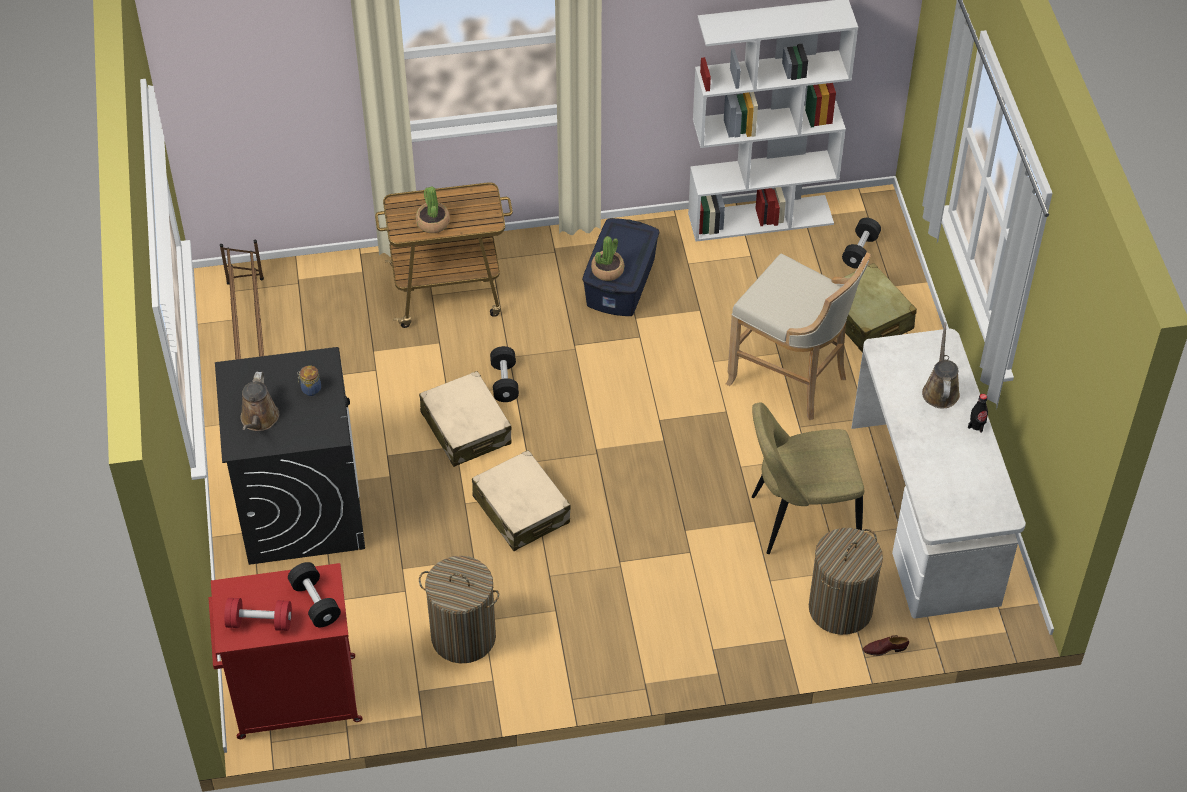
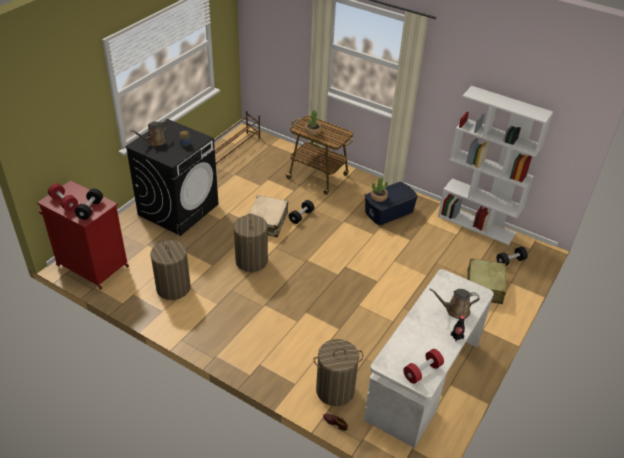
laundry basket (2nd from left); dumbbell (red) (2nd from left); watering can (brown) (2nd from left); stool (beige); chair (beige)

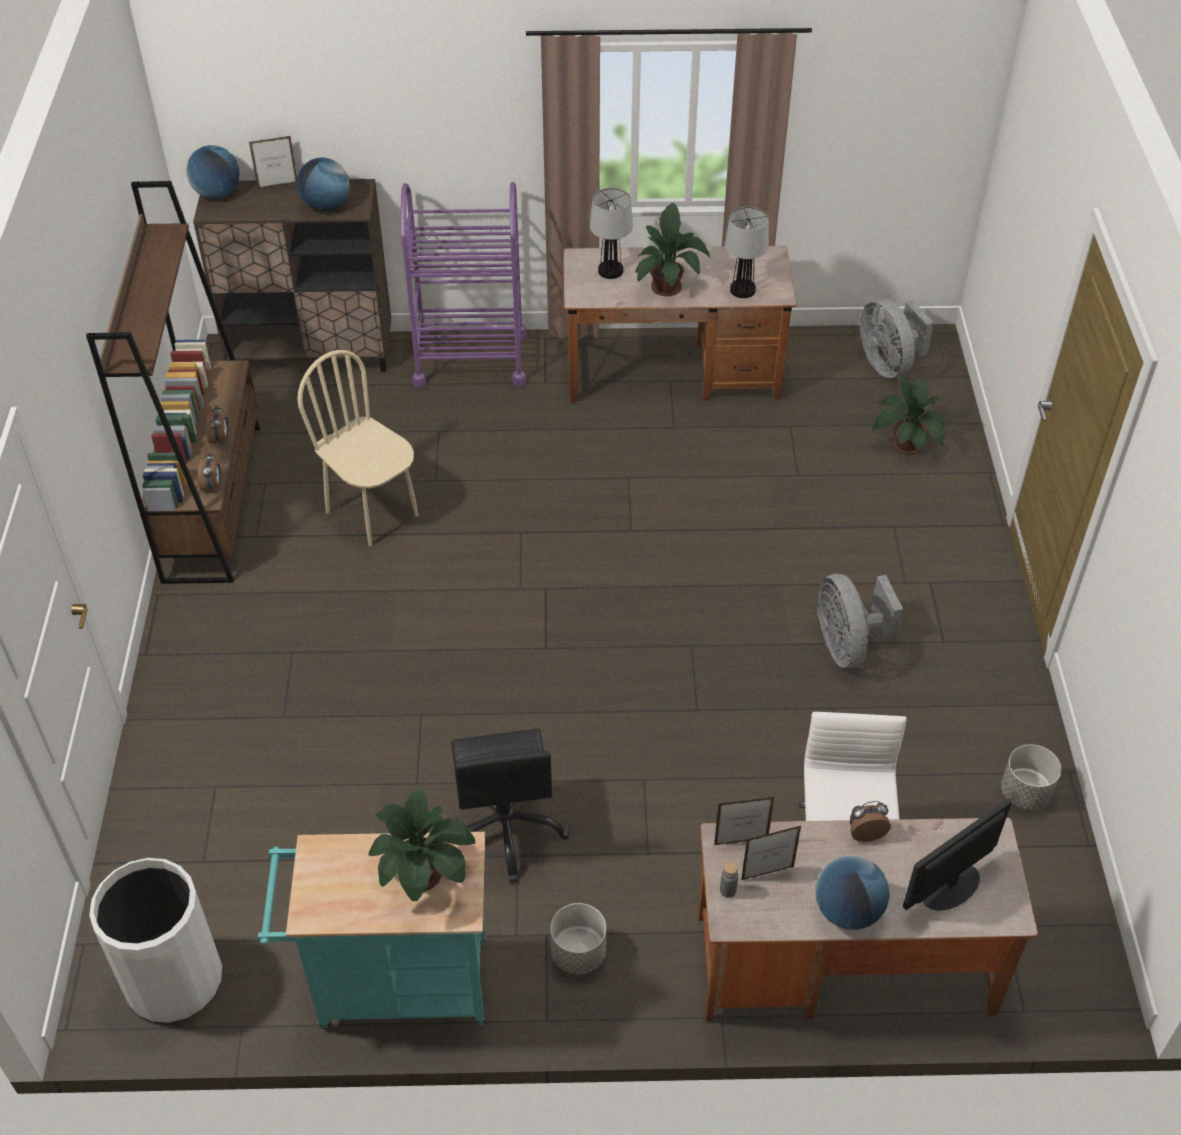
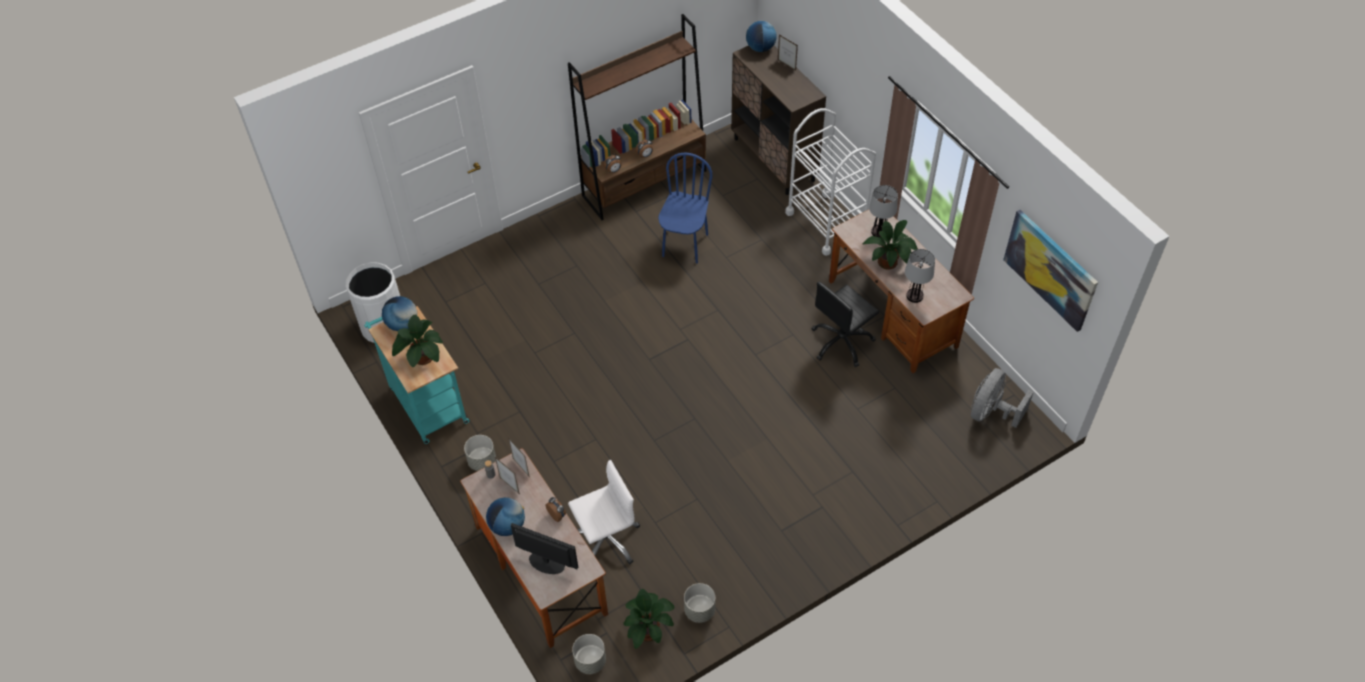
globe (1st from left); planter (grey) (2nd from left); potted plant (2nd from left); chair (blue); cart (white); office chair (black); picture; fan (grey) (1st from left in the first image)

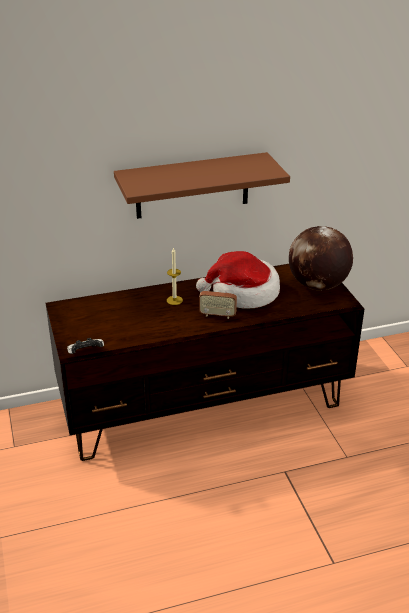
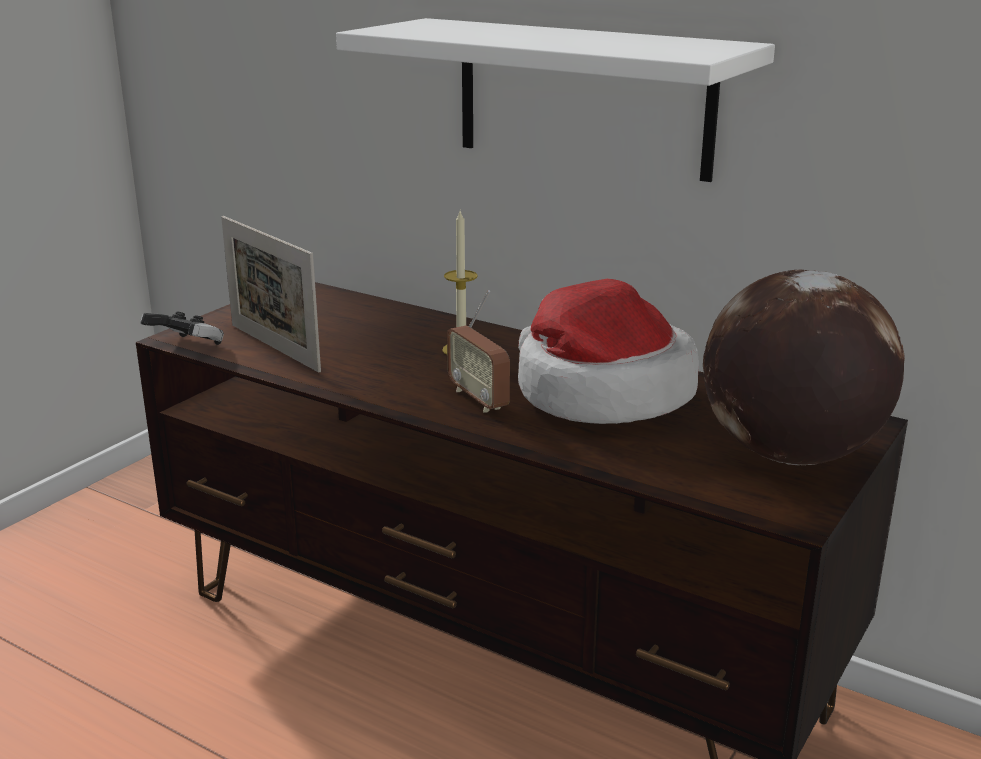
picture frame; shelf (white)

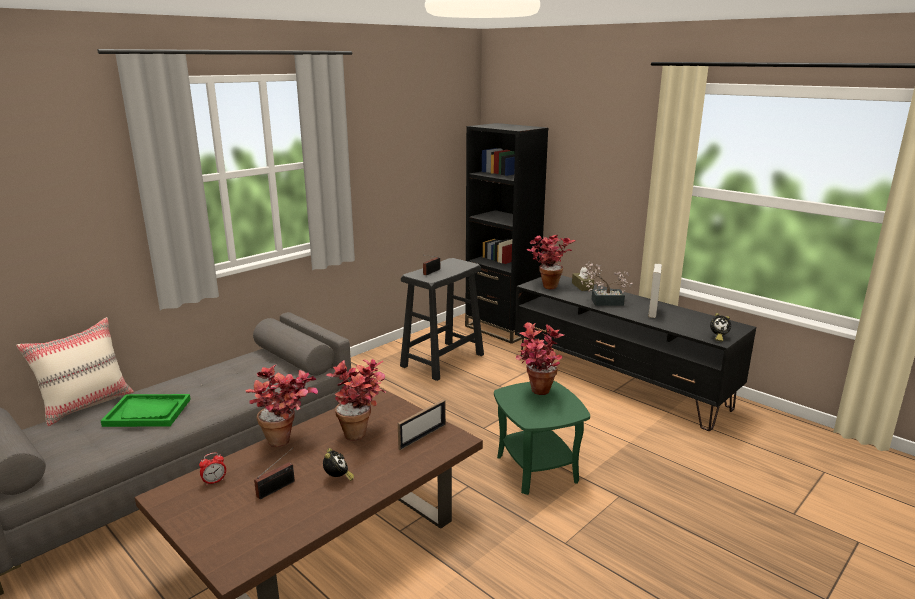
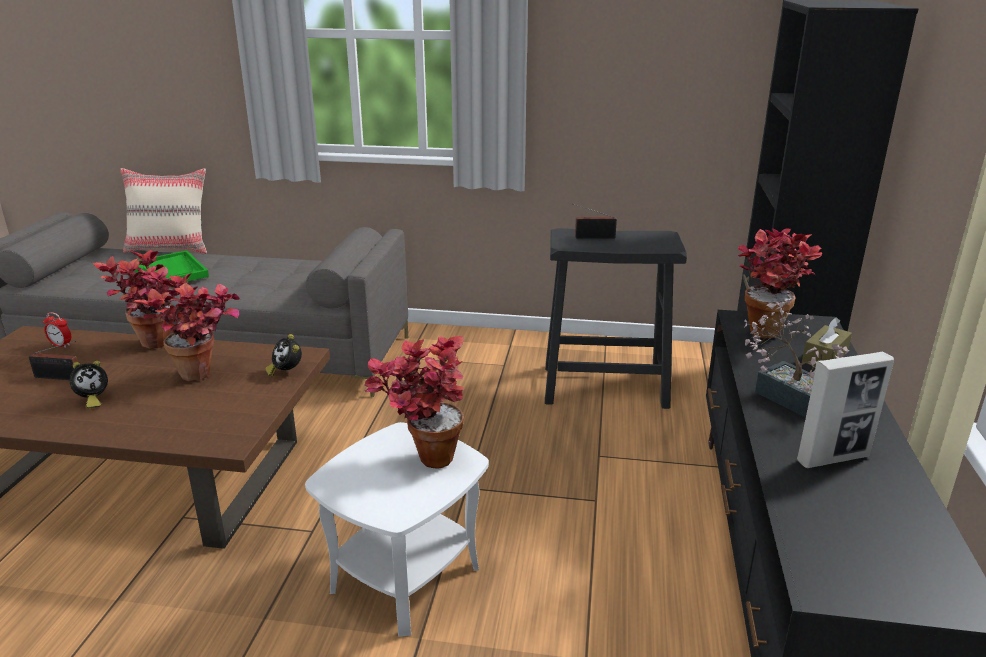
alarm clock (3rd from left); side table (white); picture frame (1st from left in the first image)

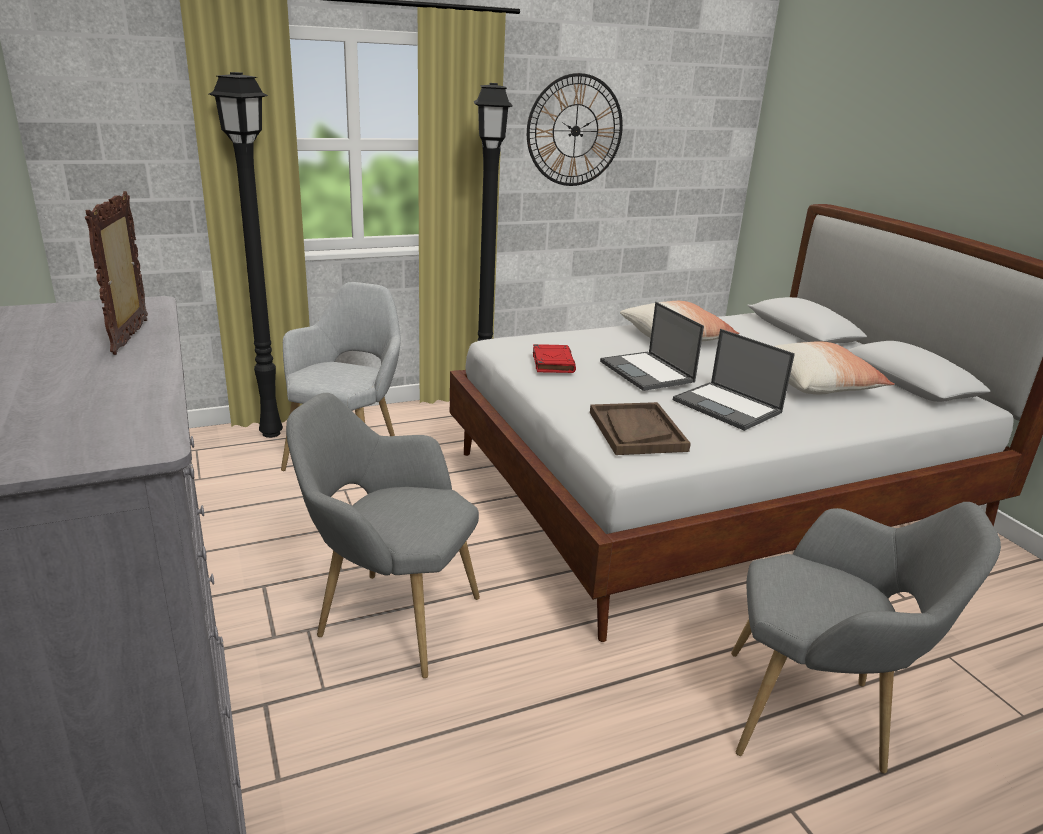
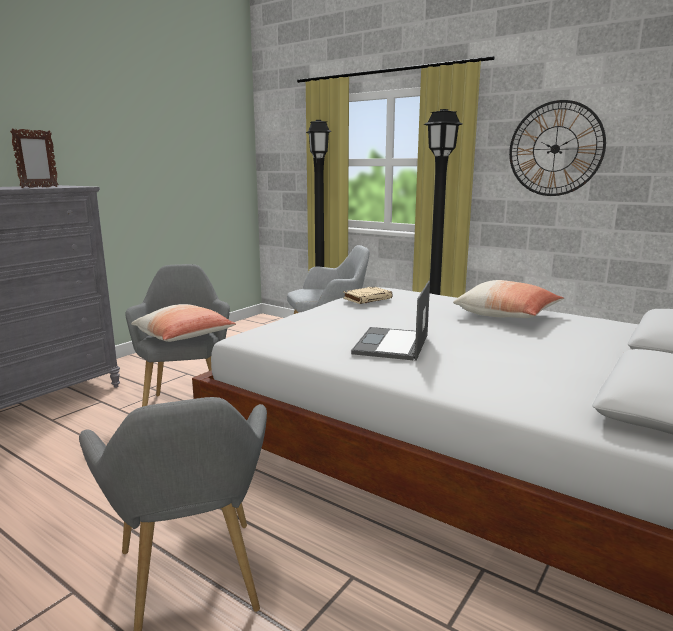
picture frame; pillow (1st from left); book (beige); tray (brown); laptop (1st from left in the first image)

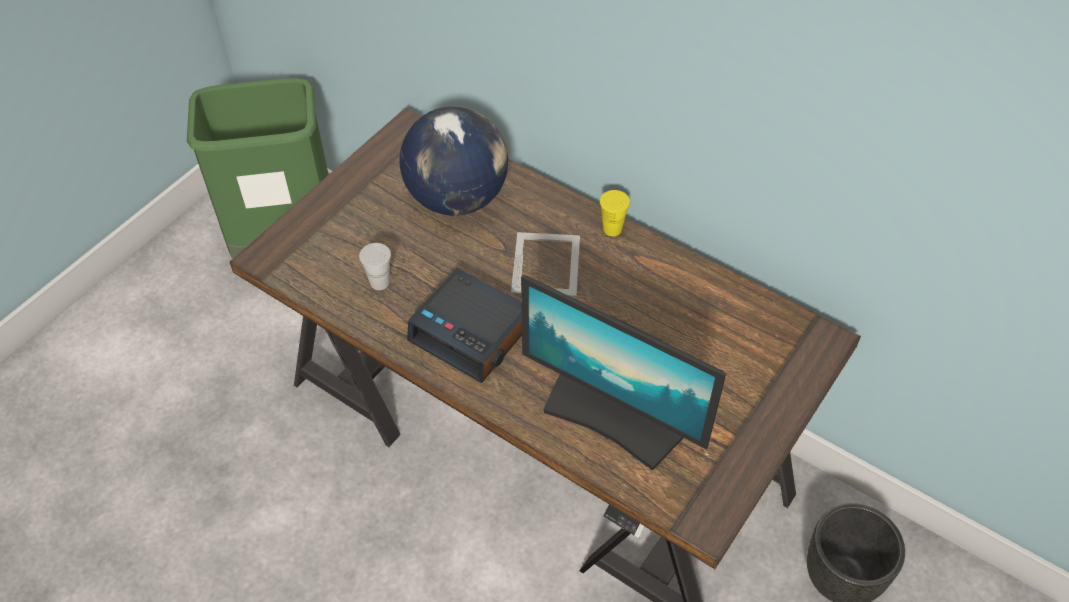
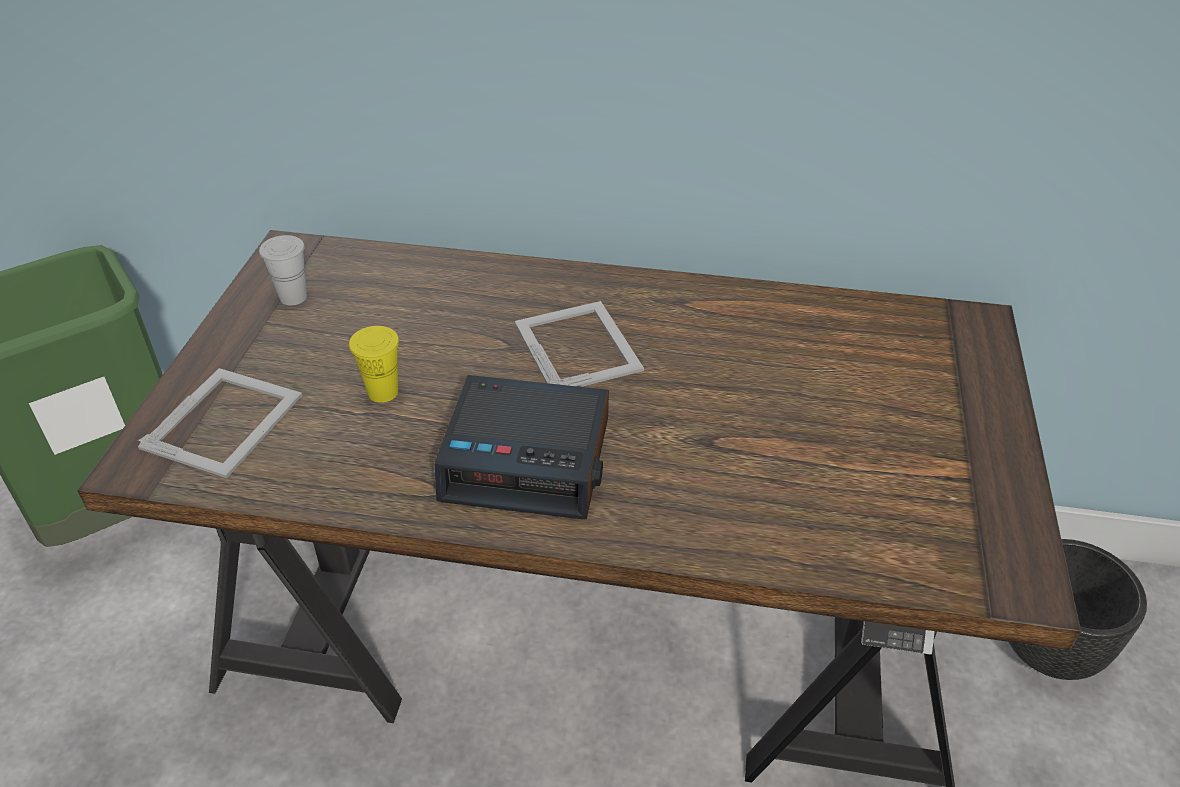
picture frame (1st from left); cup (white); cup (yellow); globe; monitor

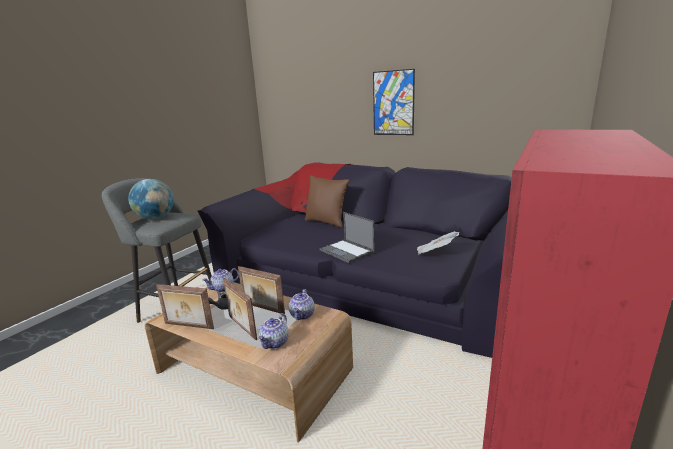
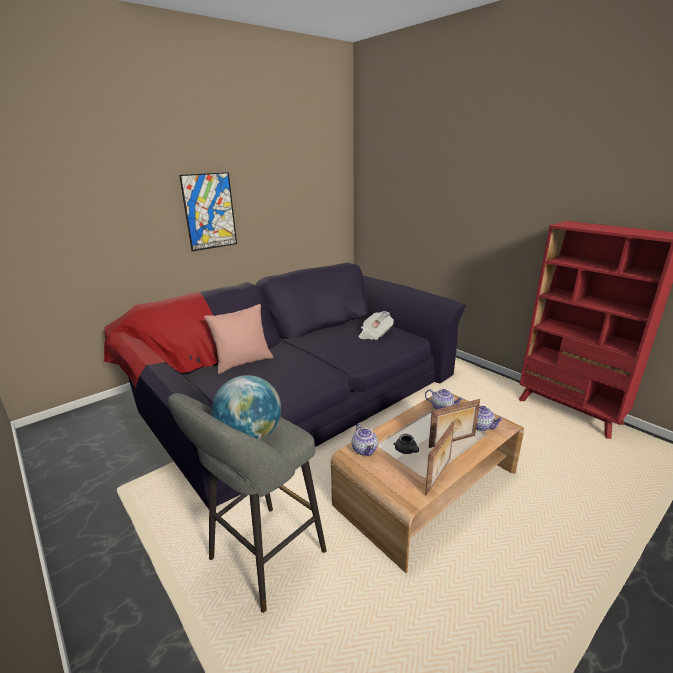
pillow (pink); picture frame (3rd from left in the first image); laptop

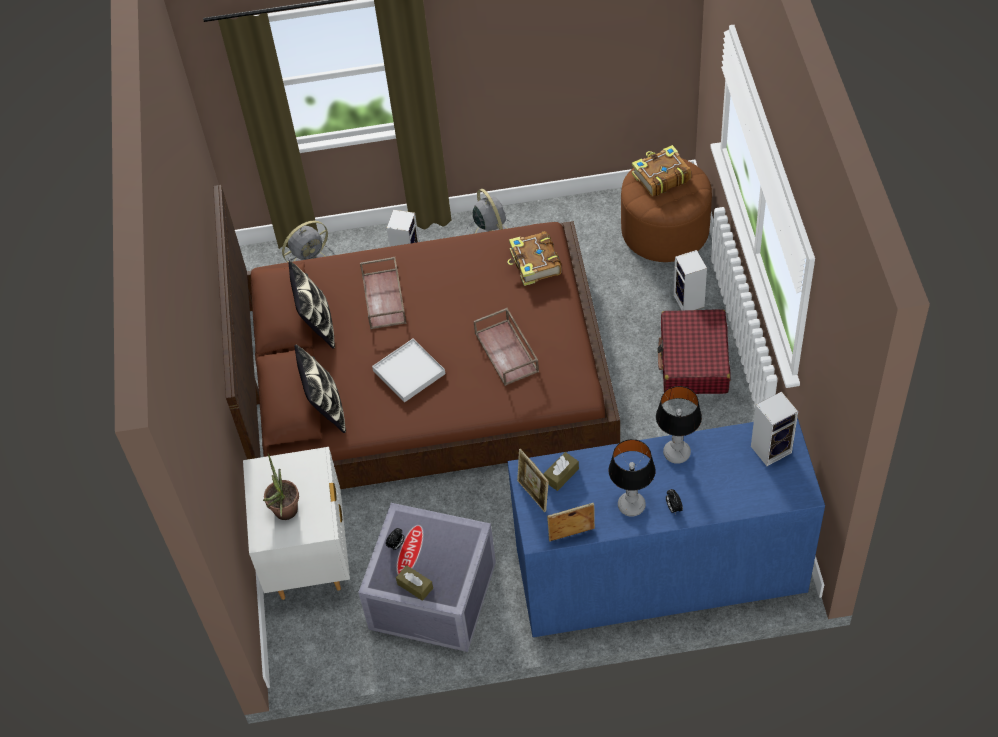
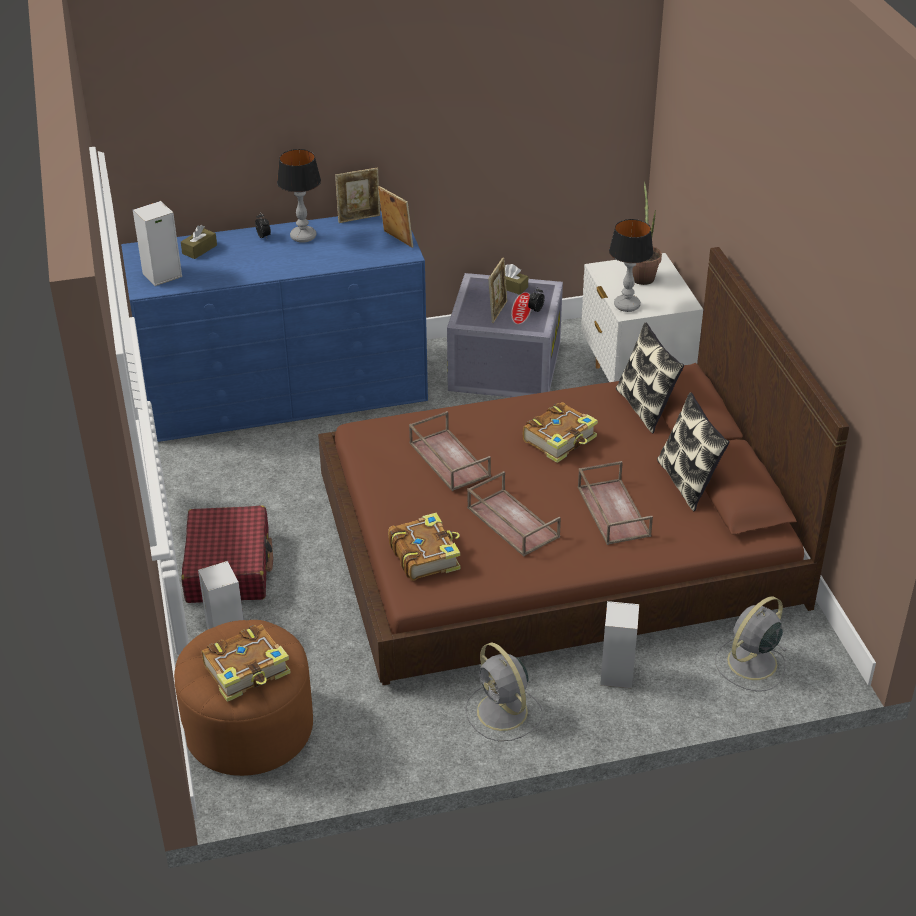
tissue box (brown) (1st from left); tray (brown) (2nd from left); picture frame (3rd from left); book (3rd from left); table lamp (2nd from left)

